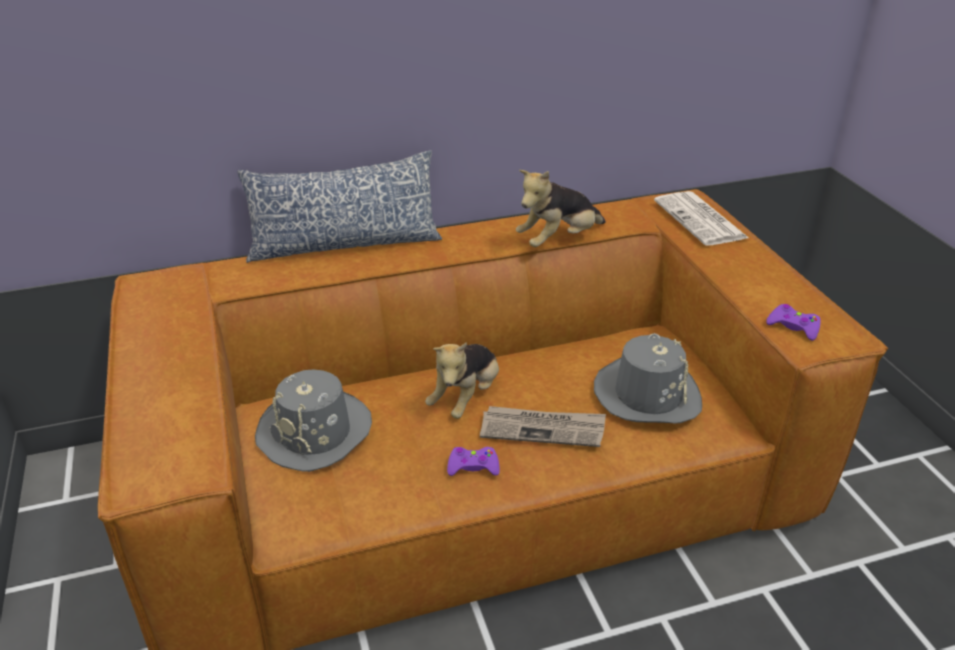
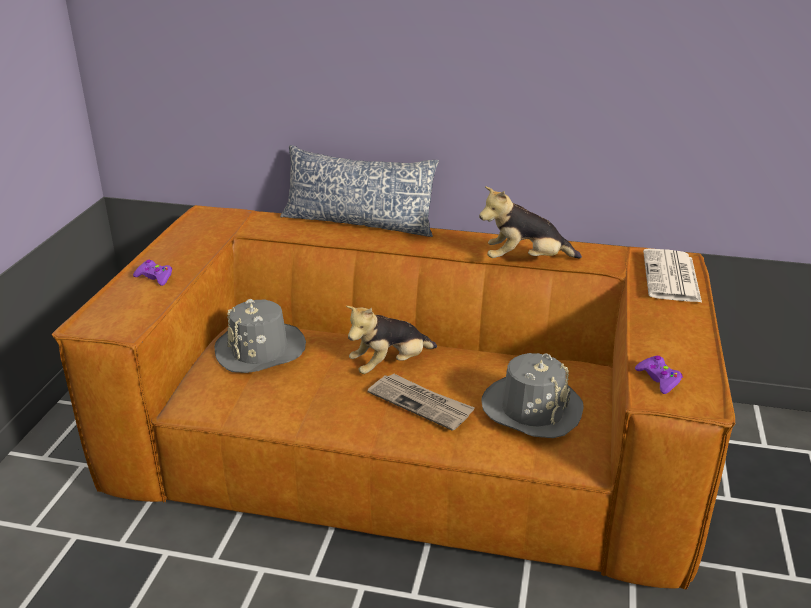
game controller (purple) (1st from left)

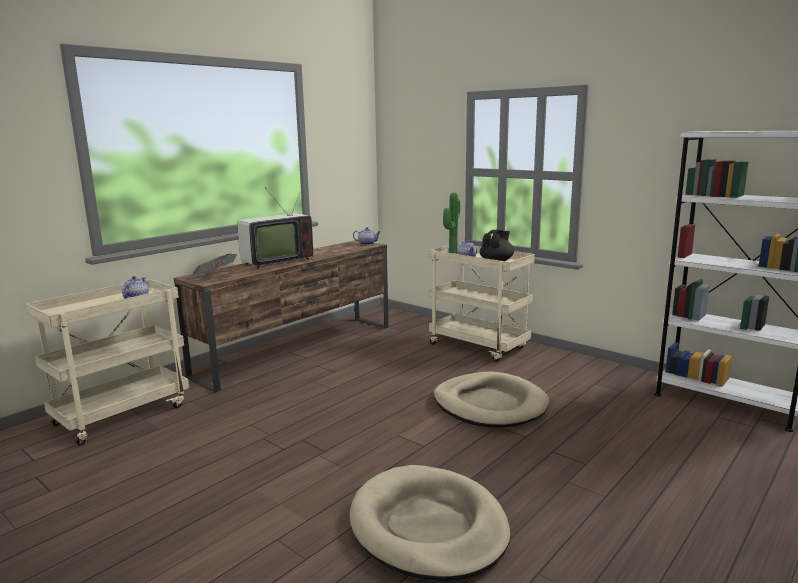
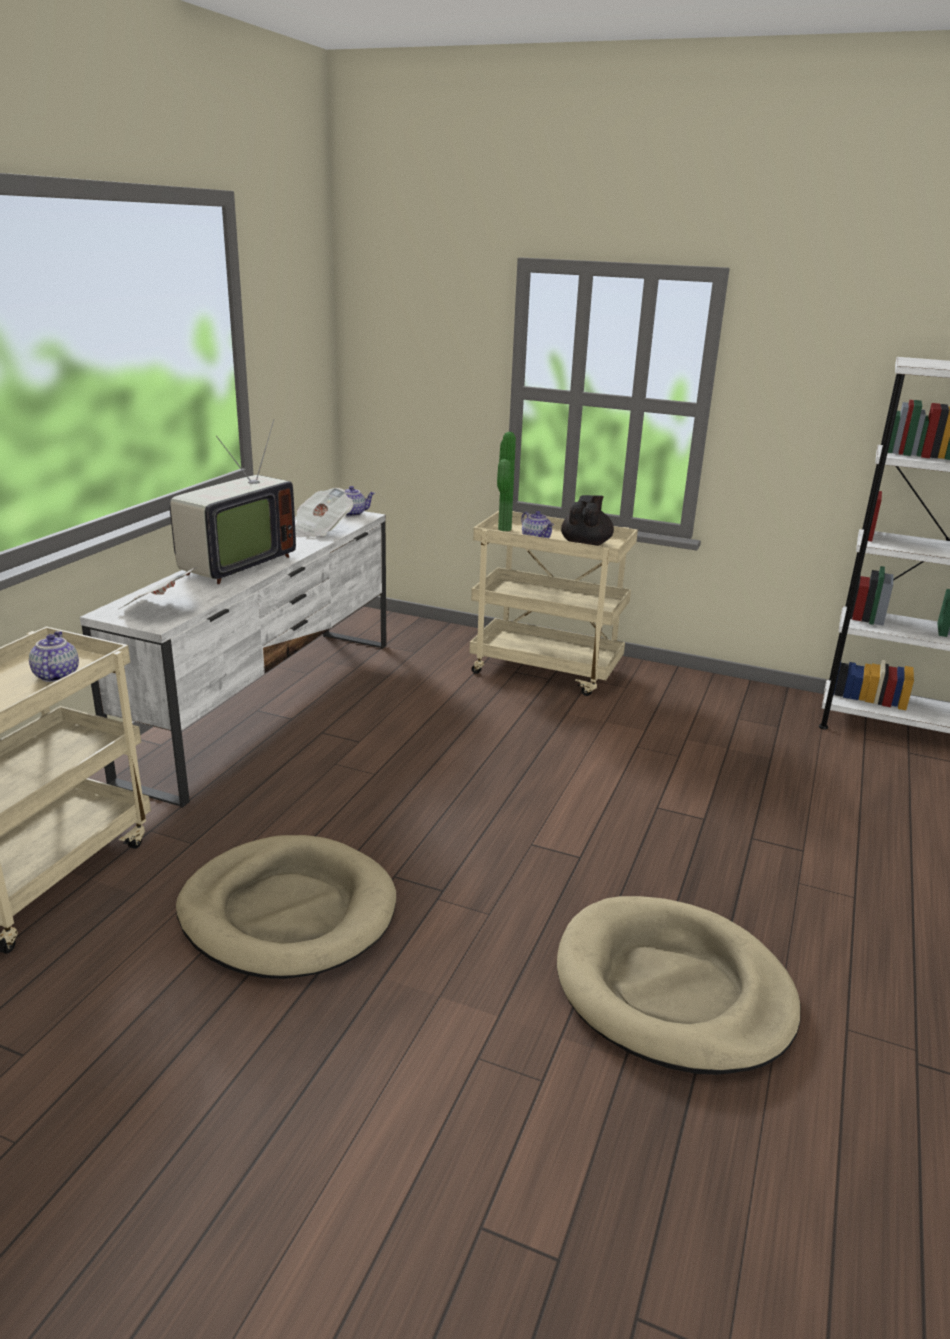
tv stand (white); dog bed (beige) (1st from left); newspaper (2nd from left)

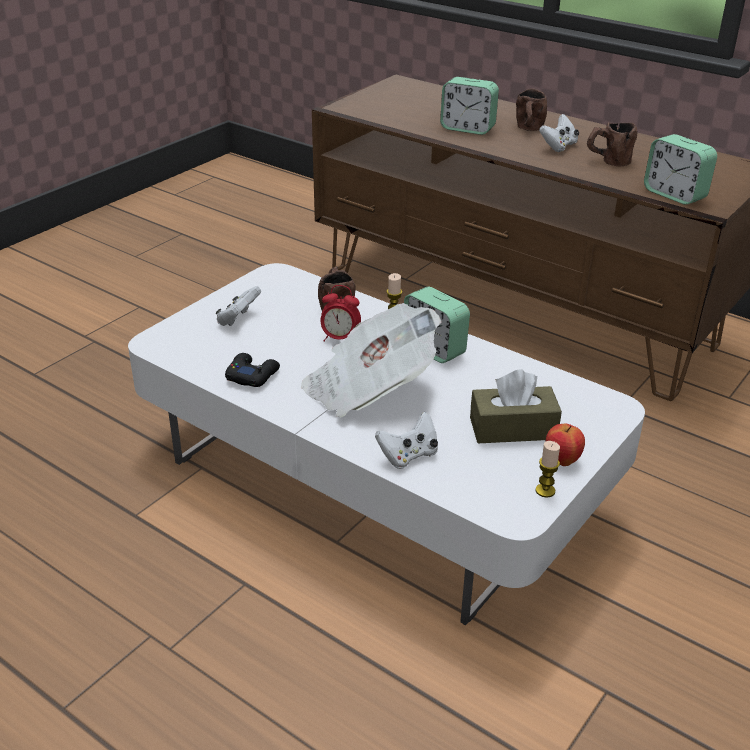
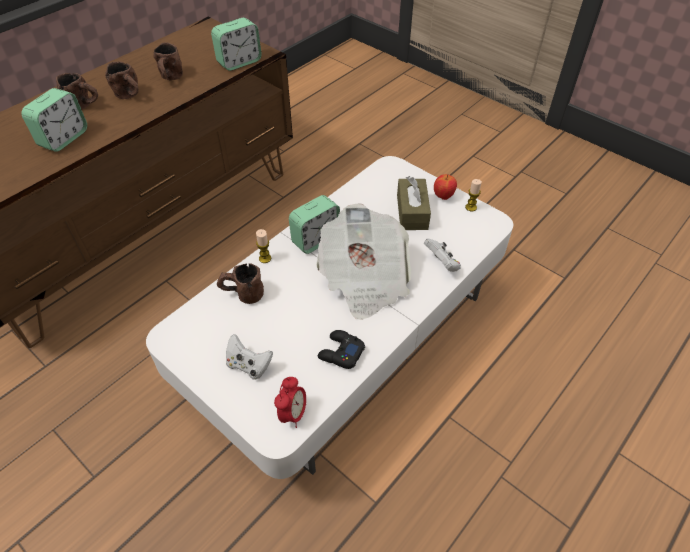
mug (brown) (2nd from left); alarm clock (3rd from left)

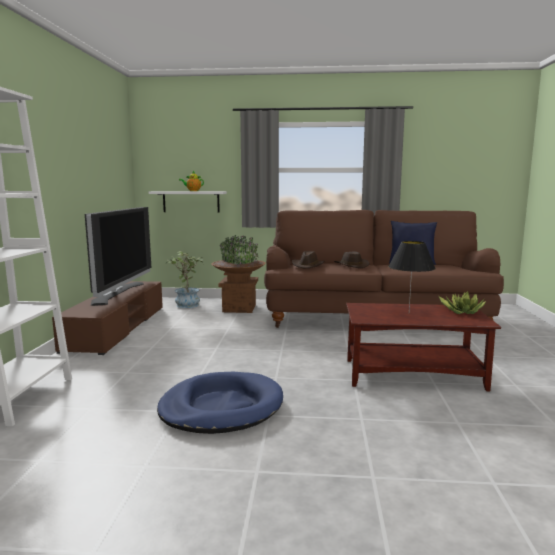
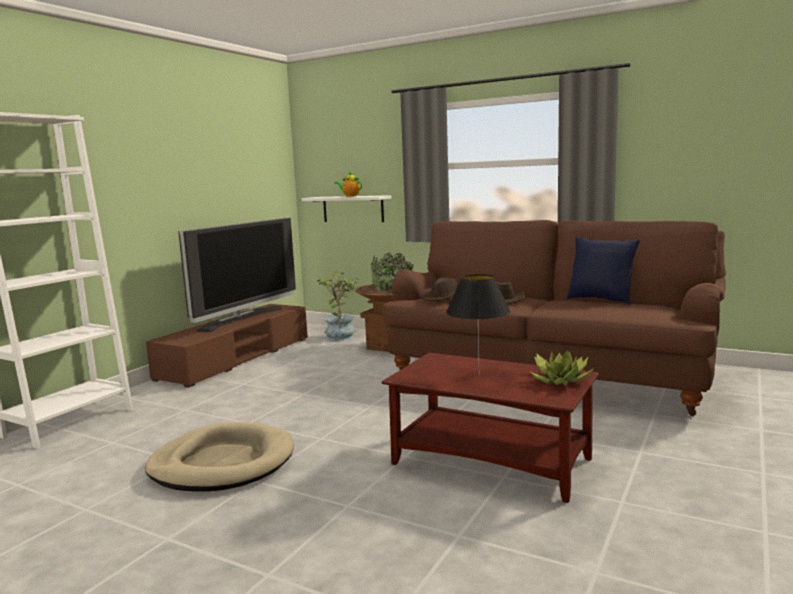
dog bed (beige)

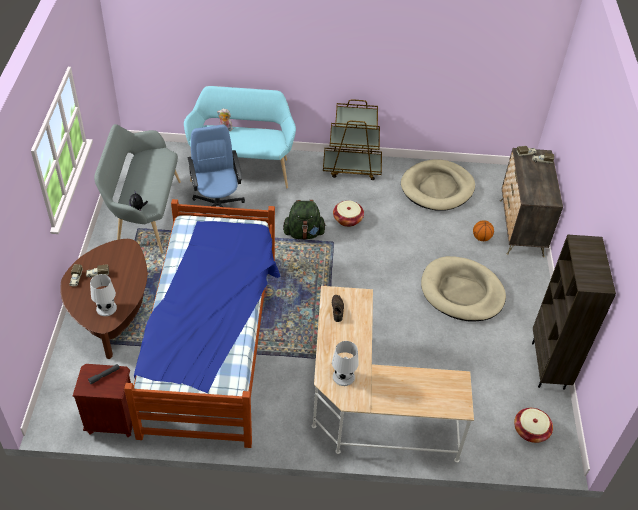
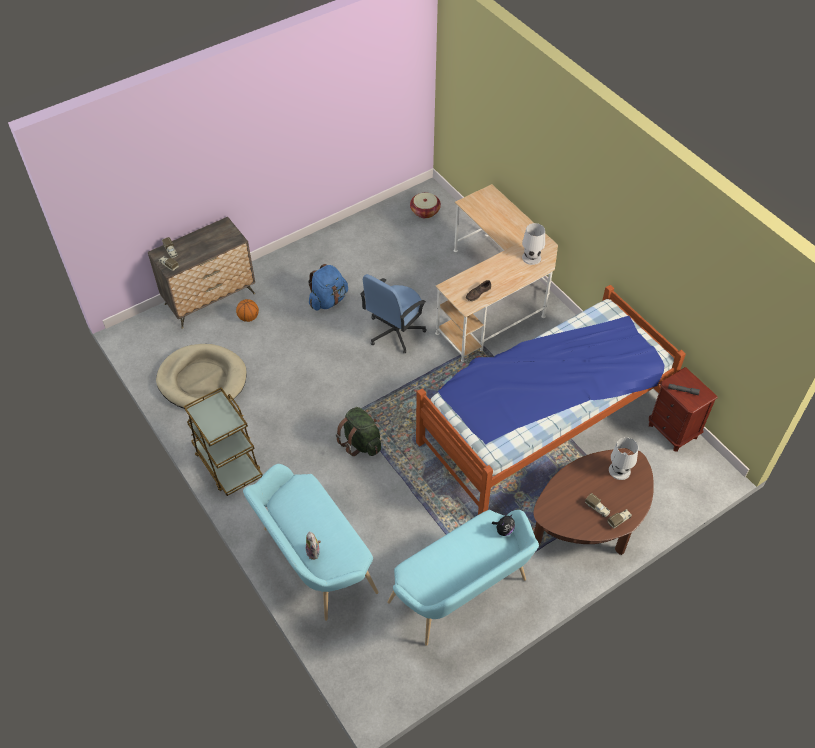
backpack (blue); office chair (blue); bench (turquoise) (2nd from left); basket (1st from left in the first image); bookcase (brown)

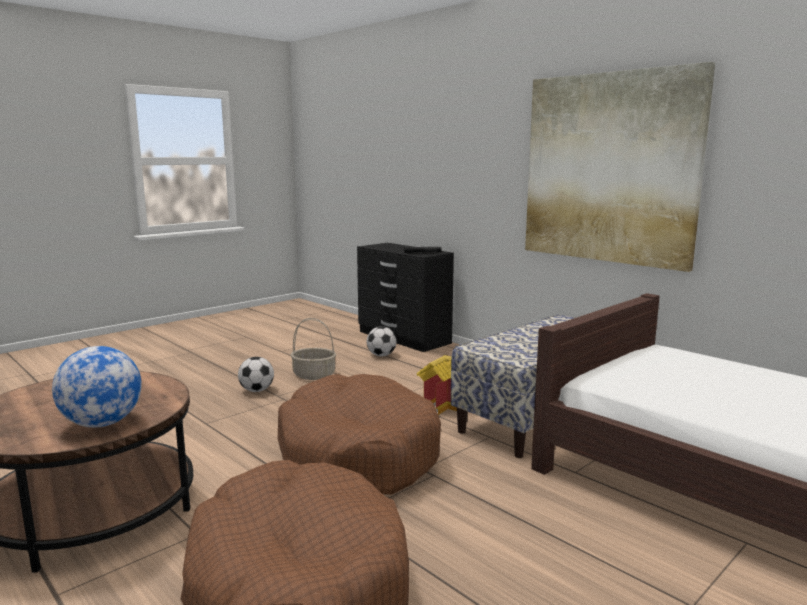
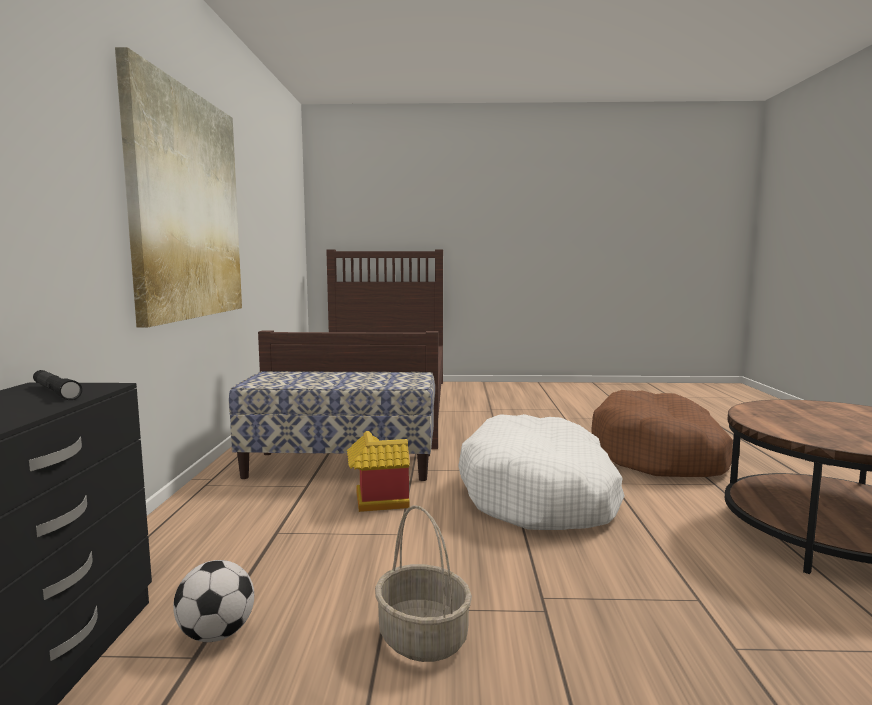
dog bed (white); globe; football (1st from left in the first image)

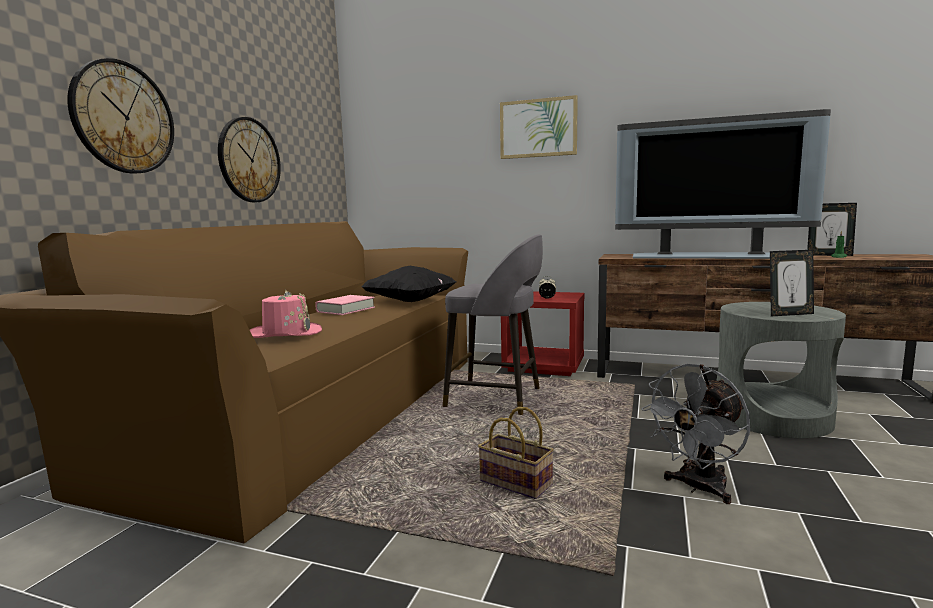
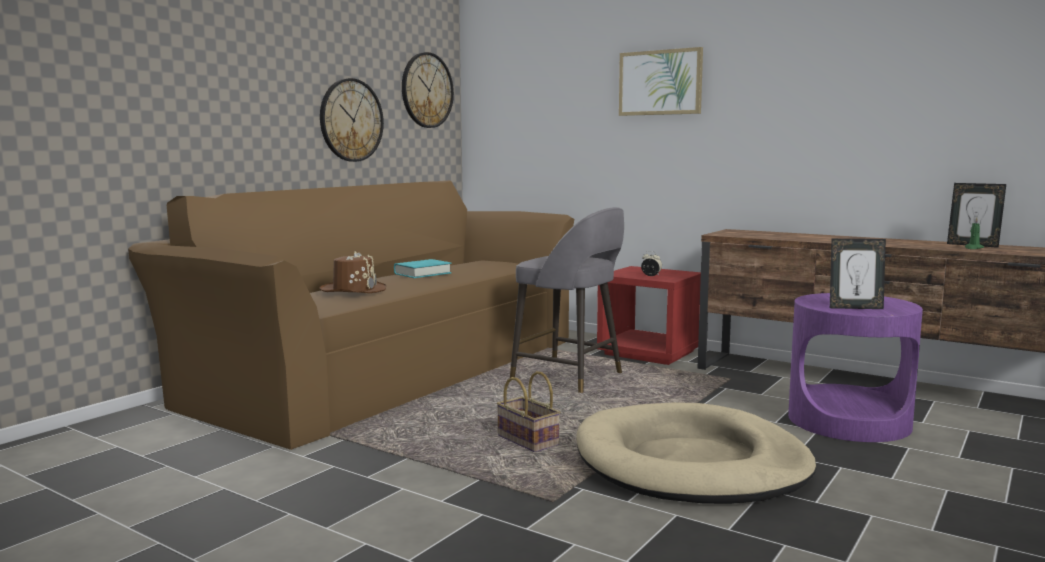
hat (brown); book (turquoise); wall clock (2nd from left); dog bed (beige); side table (purple); pillow (black); television

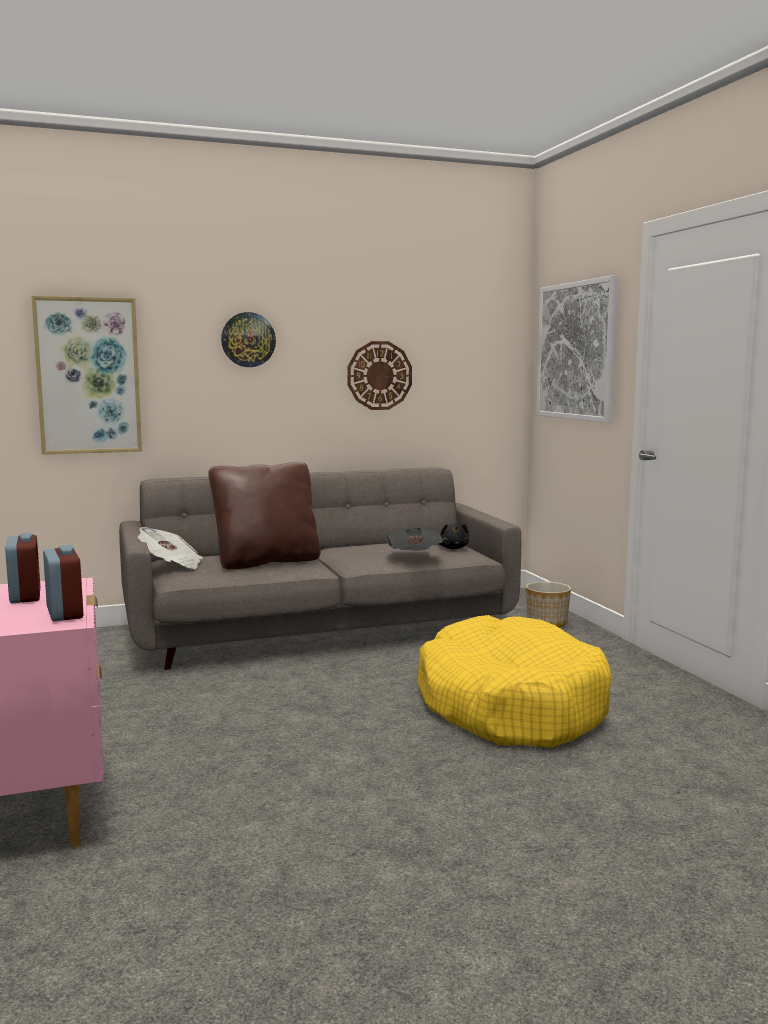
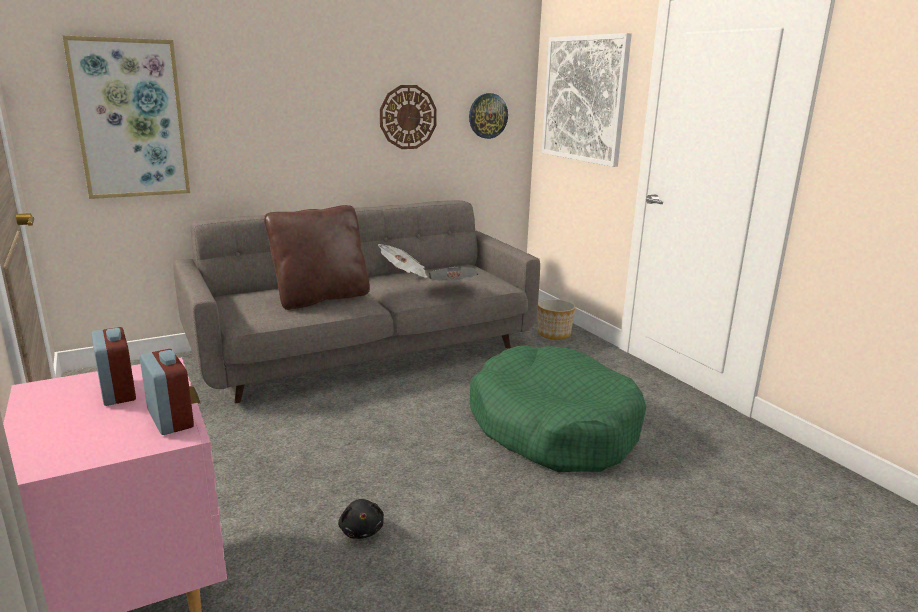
plush toy (black); newspaper (1st from left); wall clock (2nd from left); dog bed (green)

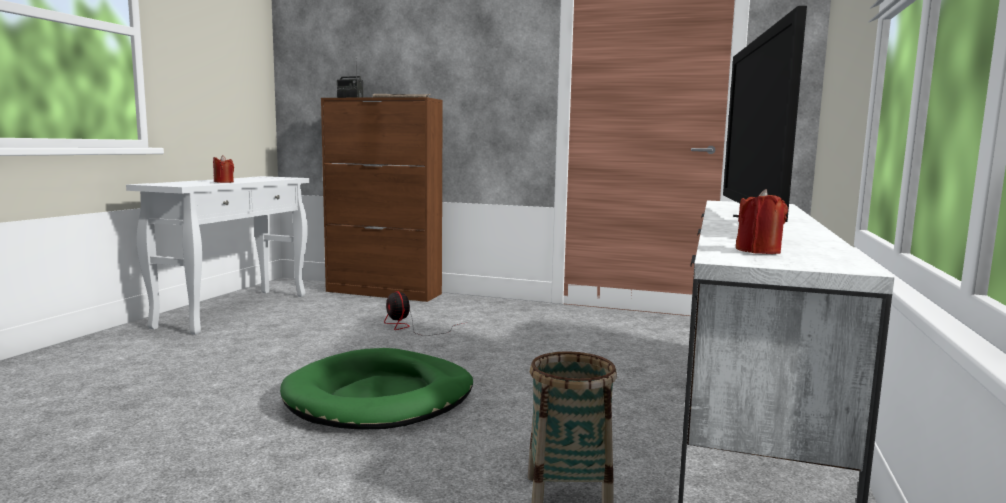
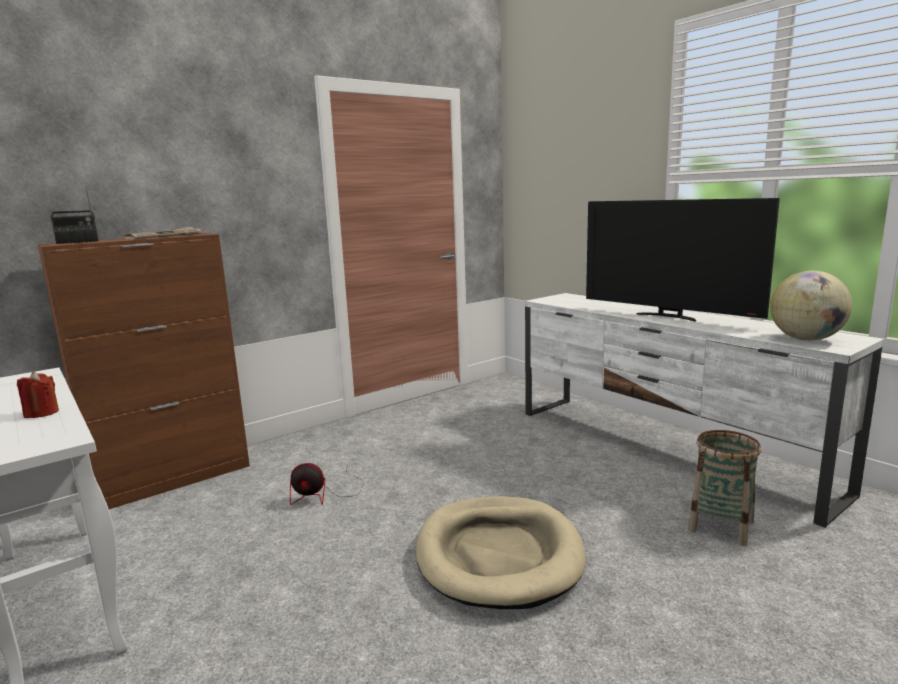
dog bed (beige); globe

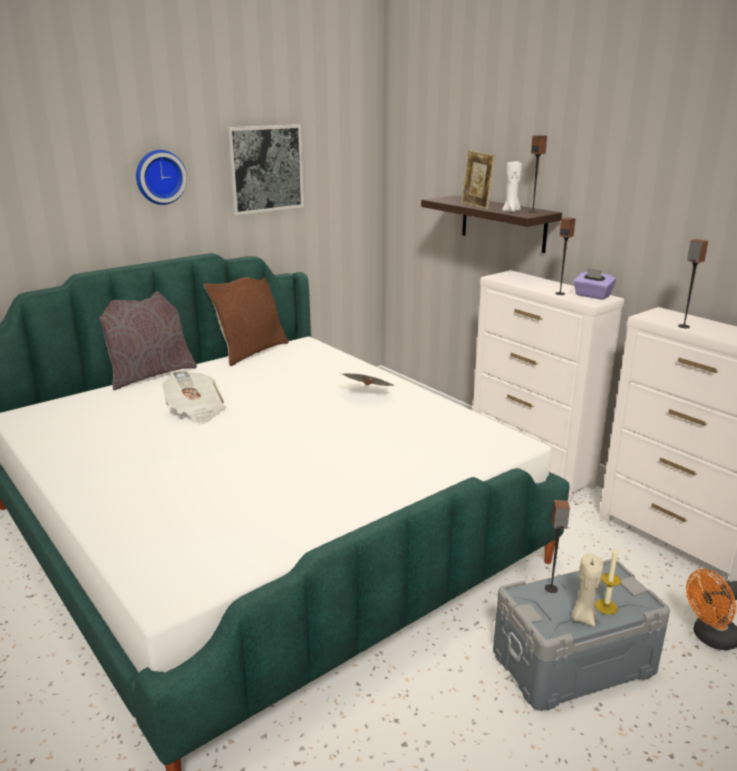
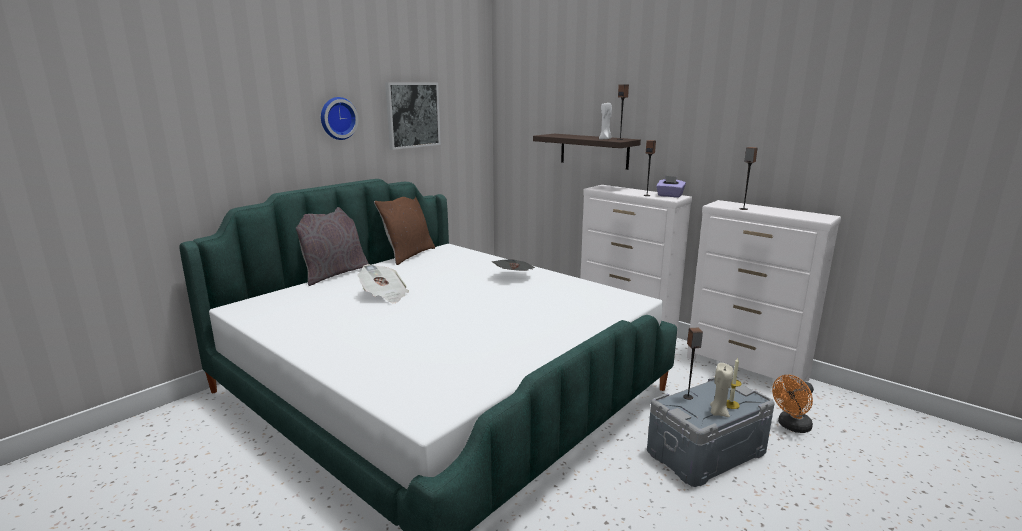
picture frame

